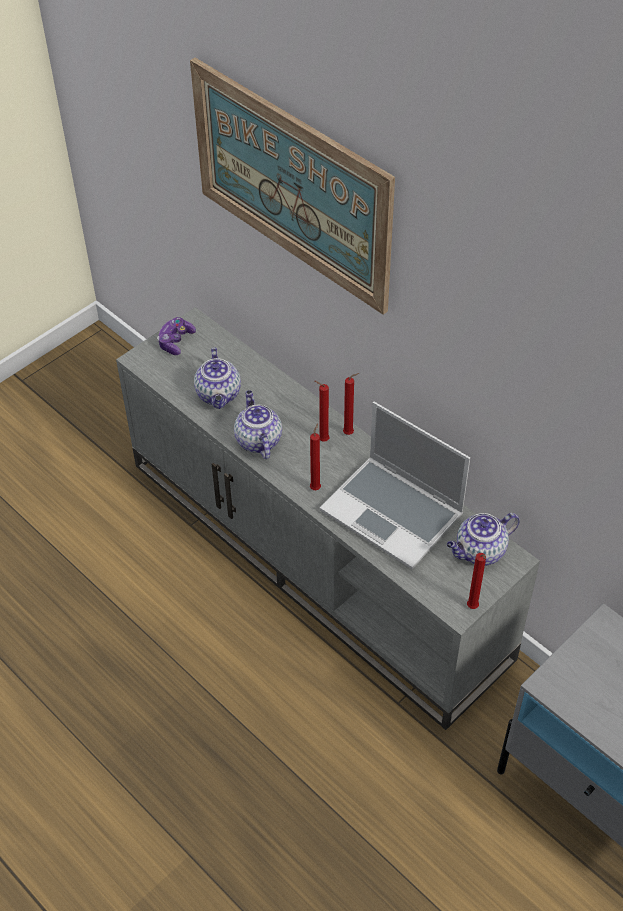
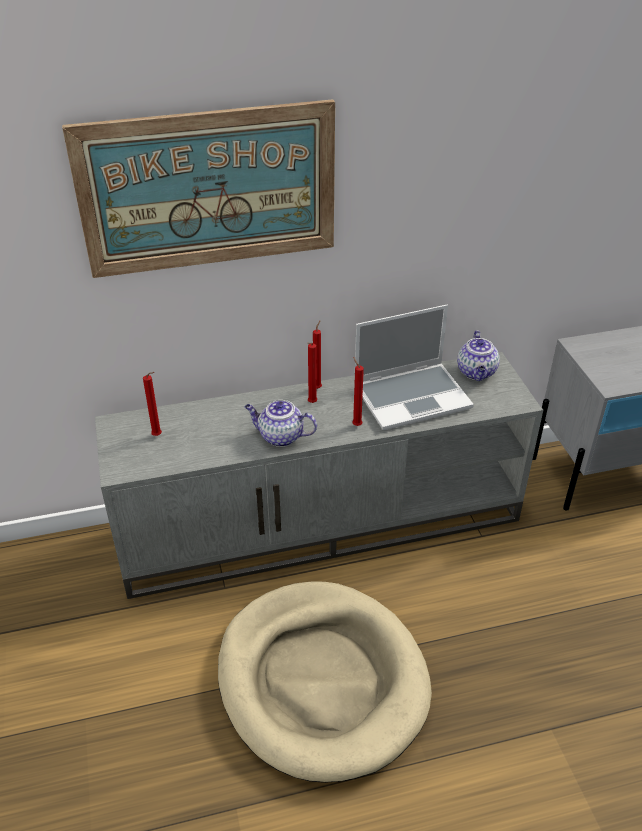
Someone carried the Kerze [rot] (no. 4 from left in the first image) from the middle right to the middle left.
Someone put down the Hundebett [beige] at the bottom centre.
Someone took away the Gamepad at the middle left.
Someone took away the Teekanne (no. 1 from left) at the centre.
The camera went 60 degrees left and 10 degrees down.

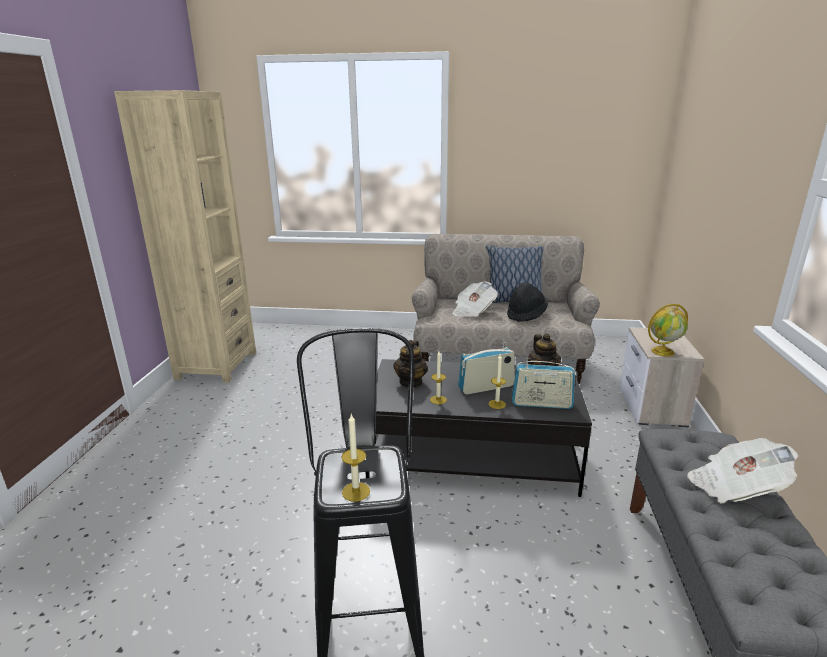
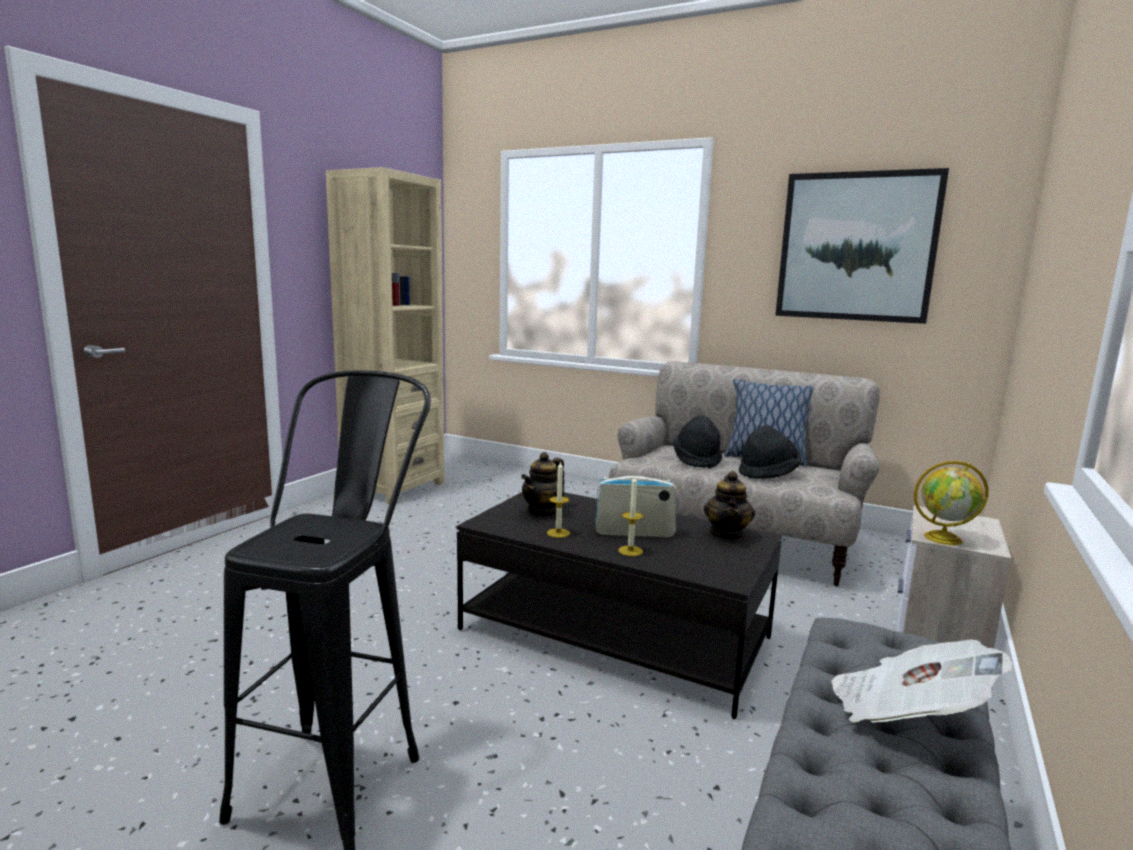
Someone swapped the Zeitung (no. 1 from left) at the centre for the Hut [schwarz] (no. 1 from left) at the centre.
Someone put up the Bild at the top right.
Someone took away the Kerze (no. 1 from left) at the bottom centre.
Someone took away the Radio (no. 2 from left) at the centre.
The camera went 20 degrees right and 10 degrees down.

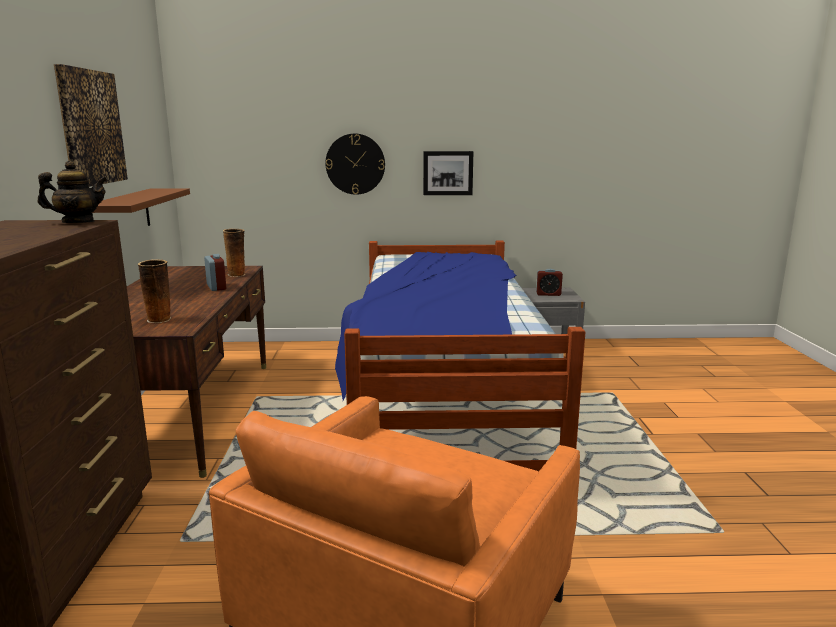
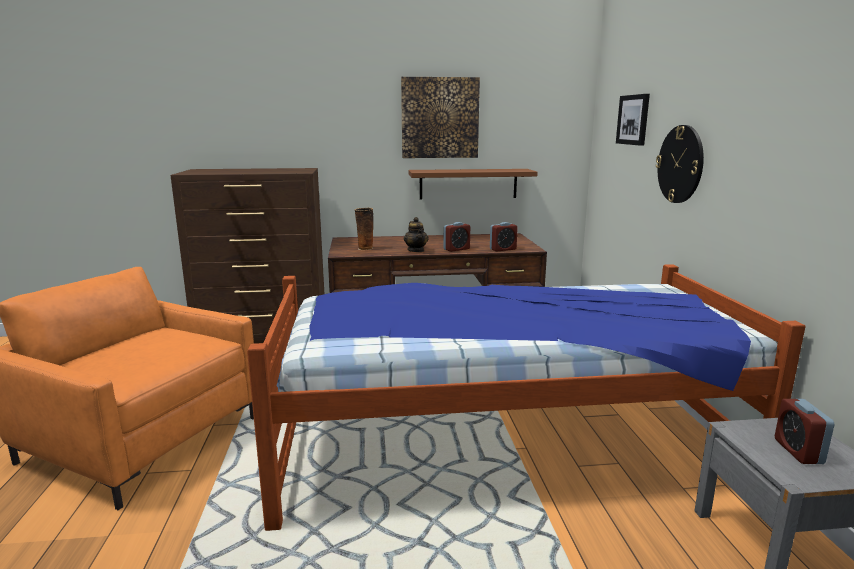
Someone carried the Teekanne from the top left to the centre.
Someone swapped the Vase (no. 2 from left) at the middle left for the Wecker (no. 2 from left) at the centre.
Someone carried the Bild (no. 2 from left) from the top centre to the top right.
The camera went 85 degrees right and 0 degrees up.

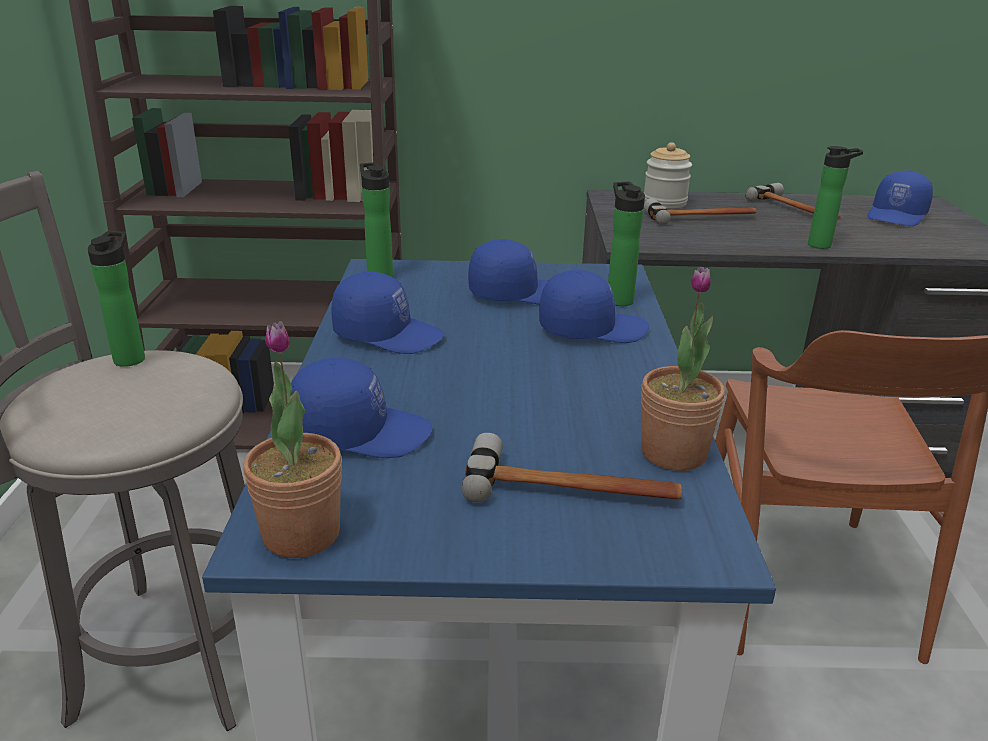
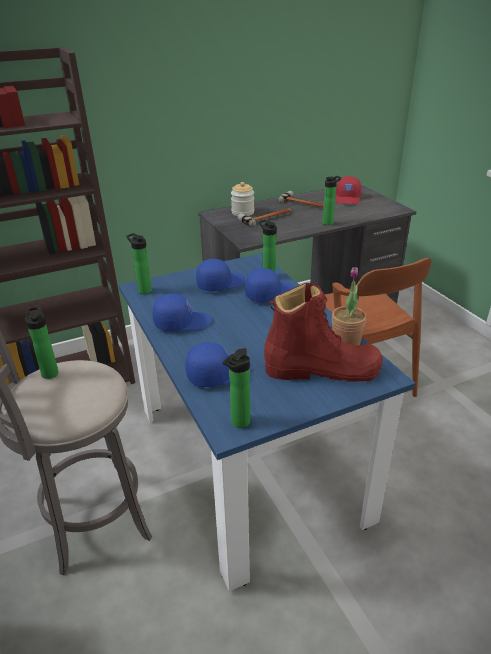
Someone swapped the Topfpflanze (no. 1 from left) at the middle left for the Flasche (no. 3 from left) at the centre.
Someone swapped the Hammer (no. 1 from left) at the centre for the Stiefel [rot] at the centre.
Someone repainted the Kappe [blau] (no. 5 from left) at the top right, which became the Kappe [rot] at the top right.
The camera went 25 degrees left and 5 degrees up.

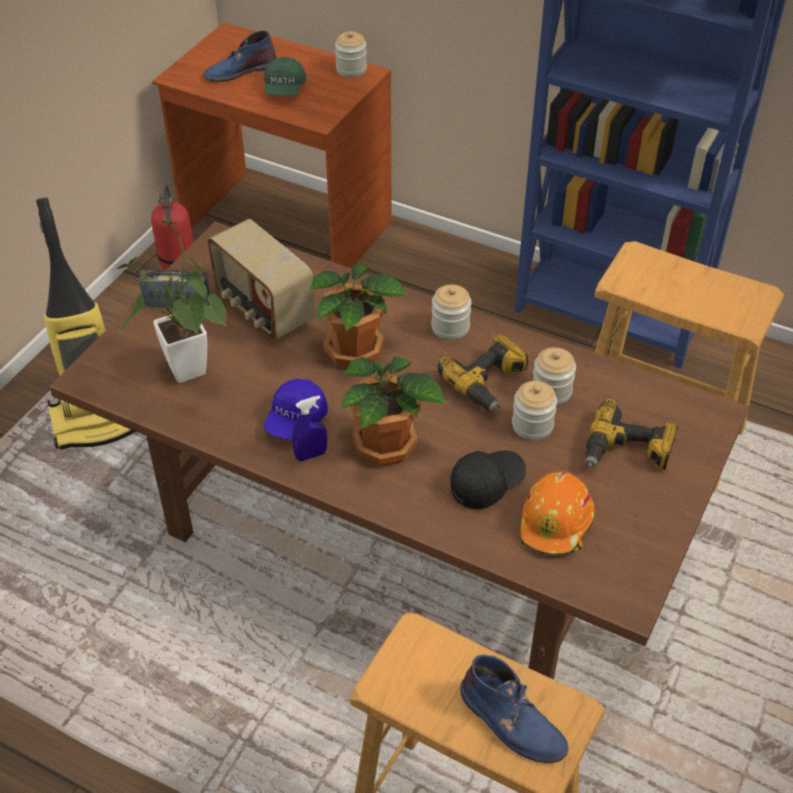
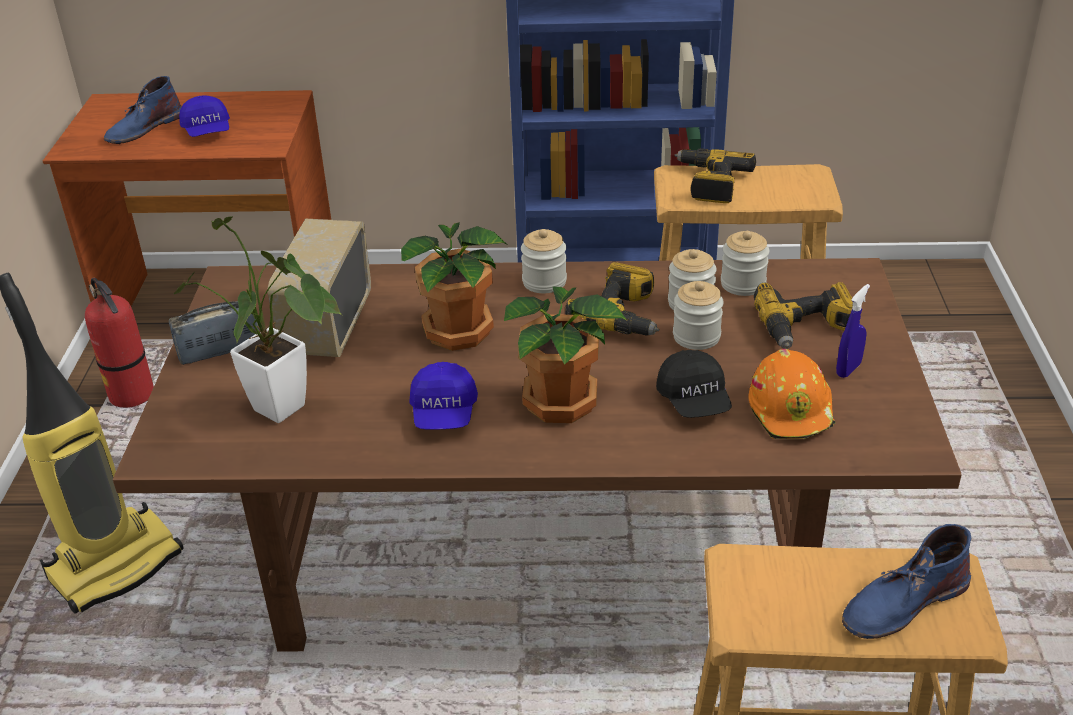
Someone repainted the Kappe [grün] at the top centre, which became the Kappe [blau] (no. 1 from left) at the top left.
Someone rotated the Radio (no. 2 from left) at the middle left by 75 degrees clockwise.
Someone rotated the Kappe [schwarz] at the centre by 135 degrees clockwise.
Someone put down the Bohrmaschine (no. 2 from left) at the top centre.
Someone carried the Vorratsglas (no. 1 from left in the first image) from the top centre to the middle right.
Someone carried the Sprühflasche [blau] from the centre to the middle right.
Someone rotated the Stiefel [blau] (no. 2 from left) at the bottom centre by 135 degrees clockwise.
The camera went 25 degrees left and 10 degrees down.

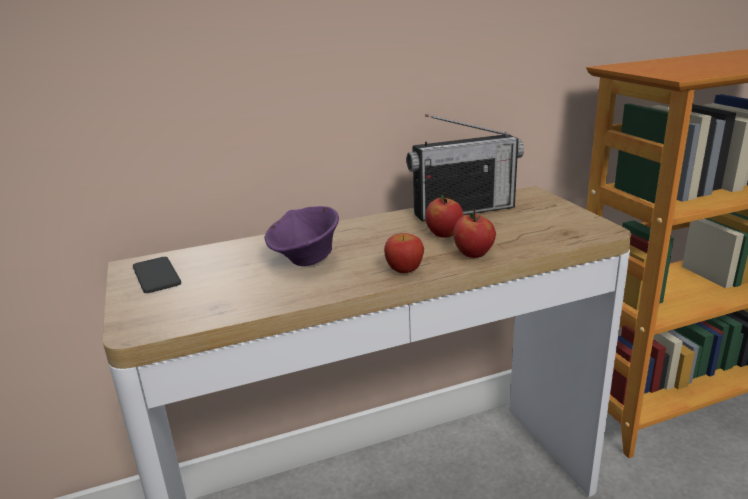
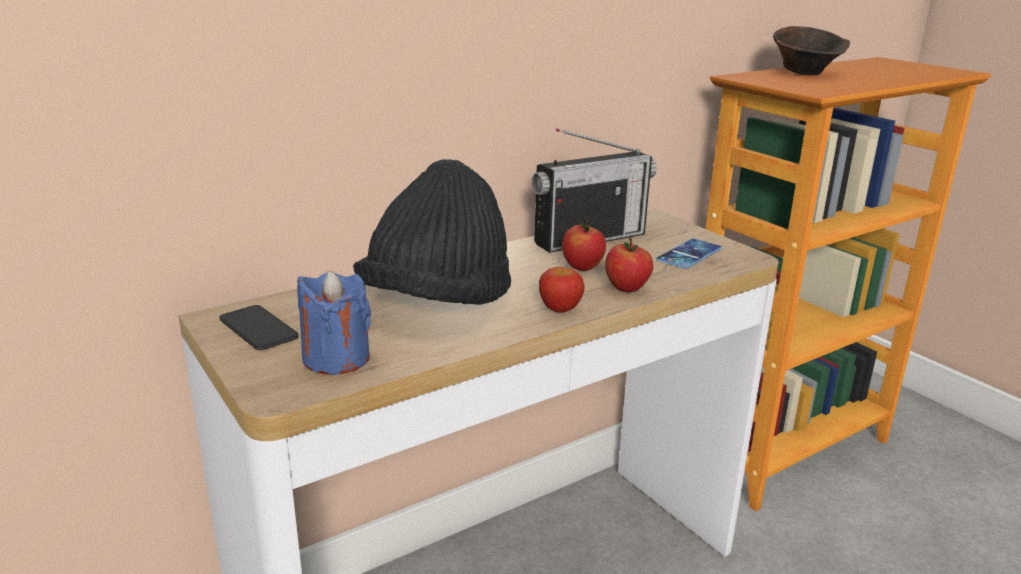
Someone put down the Kerze [blau] at the middle left.
Someone swapped the Schüssel [lila] at the centre for the Hut [schwarz] at the centre.
Someone put down the Handy (no. 2 from left) at the middle right.
Someone put down the Schüssel [braun] at the top right.
The camera went 15 degrees left and 0 degrees up.

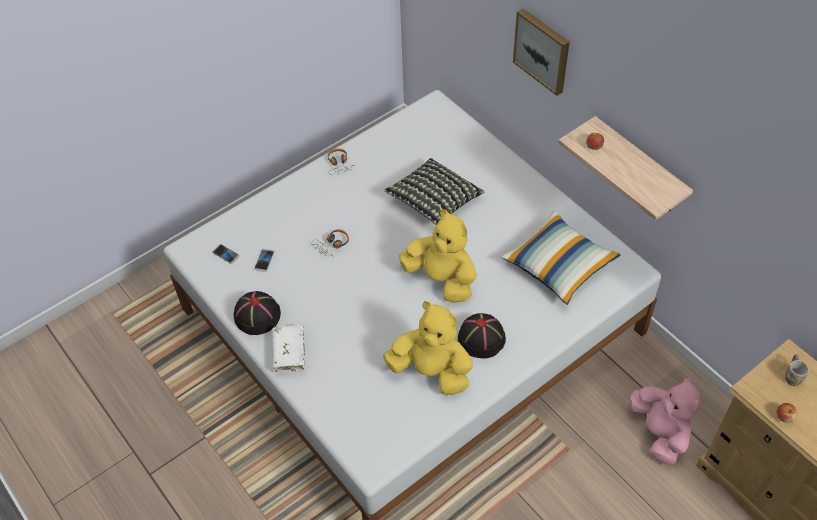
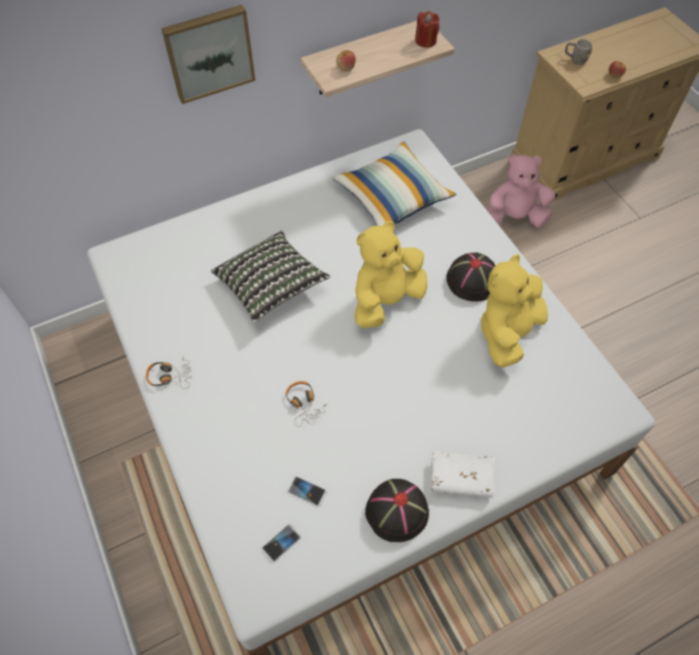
Someone put down the Kerze [rot] at the top centre.
The camera went 80 degrees left and 5 degrees up.

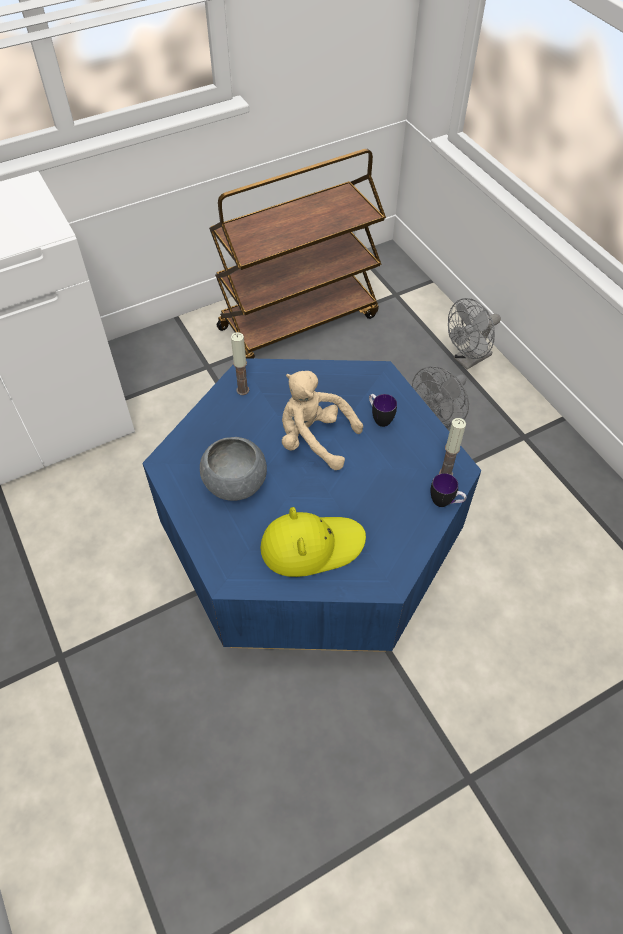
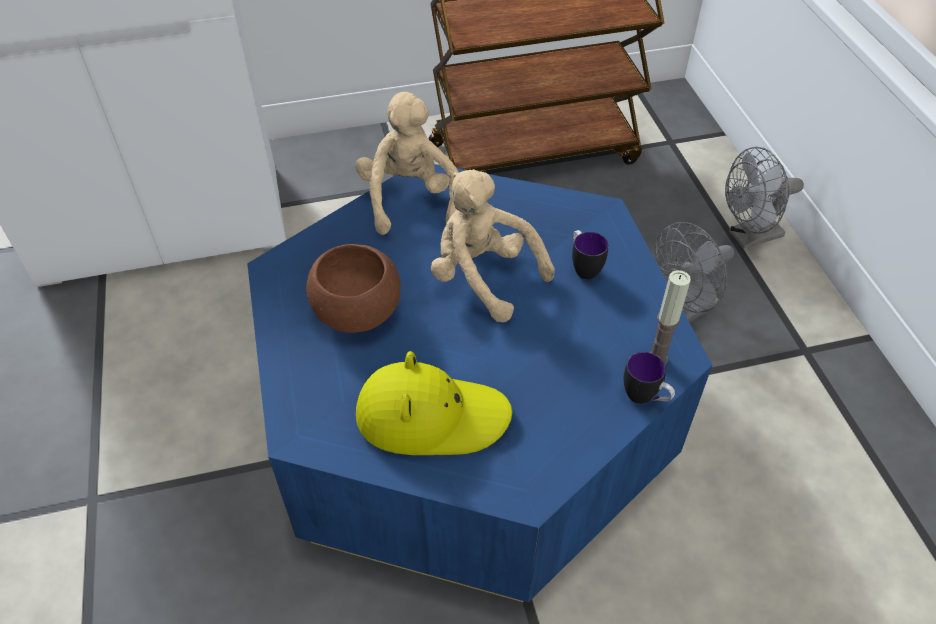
Someone repainted the Schüssel [grau] at the centre, which became the Schüssel [braun] at the centre.
Someone swapped the Kerze (no. 1 from left) at the centre for the Plüschtier [beige] (no. 1 from left) at the top centre.
The camera went 15 degrees right and 5 degrees down.

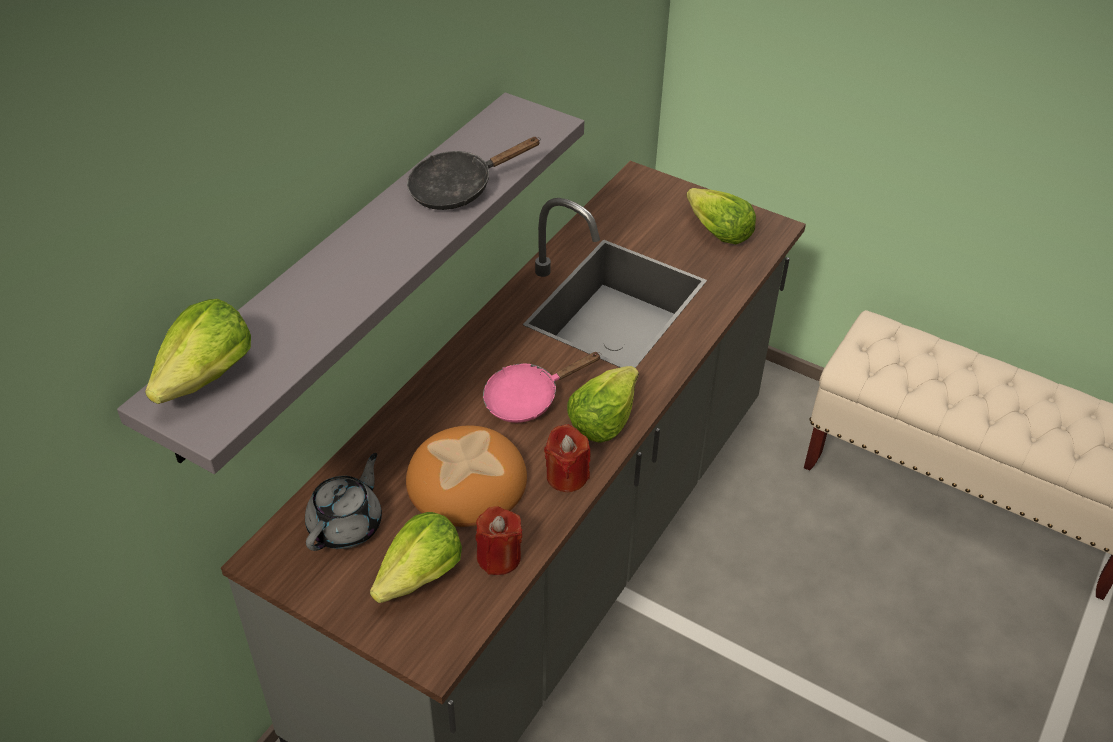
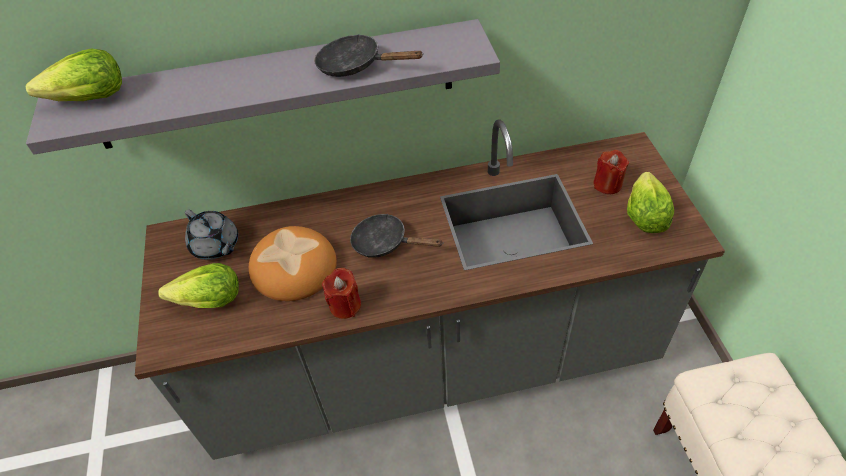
Someone rotated the Teekanne [grau] at the bottom left by 60 degrees clockwise.
Someone repainted the Pfanne [rosa] at the centre, which became the Pfanne [schwarz] (no. 2 from left) at the centre.
Someone carried the Kerze [rot] (no. 1 from left in the first image) from the bottom centre to the middle right.
Someone took away the Salatkopf (no. 3 from left) at the centre.
The camera went 50 degrees right and 5 degrees up.

